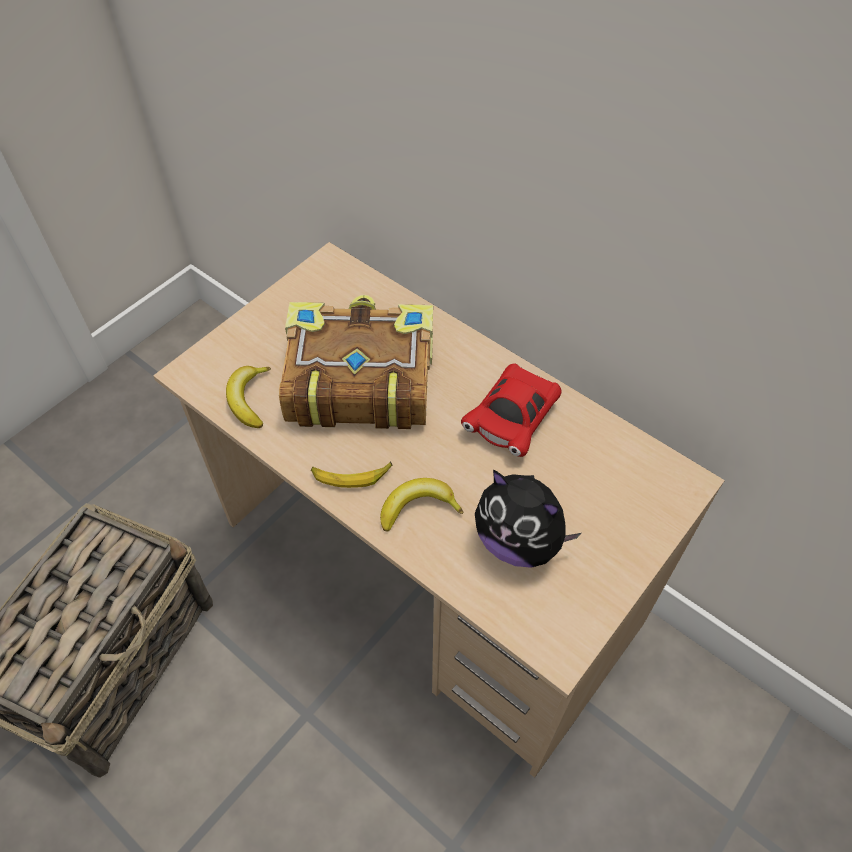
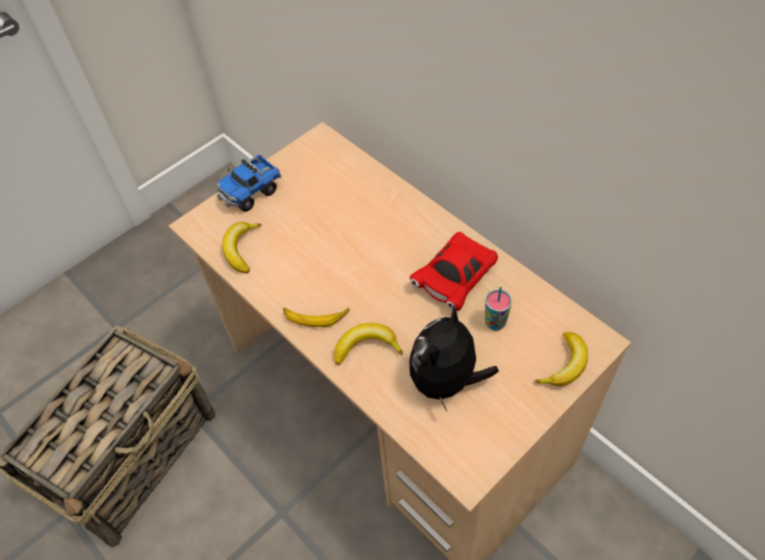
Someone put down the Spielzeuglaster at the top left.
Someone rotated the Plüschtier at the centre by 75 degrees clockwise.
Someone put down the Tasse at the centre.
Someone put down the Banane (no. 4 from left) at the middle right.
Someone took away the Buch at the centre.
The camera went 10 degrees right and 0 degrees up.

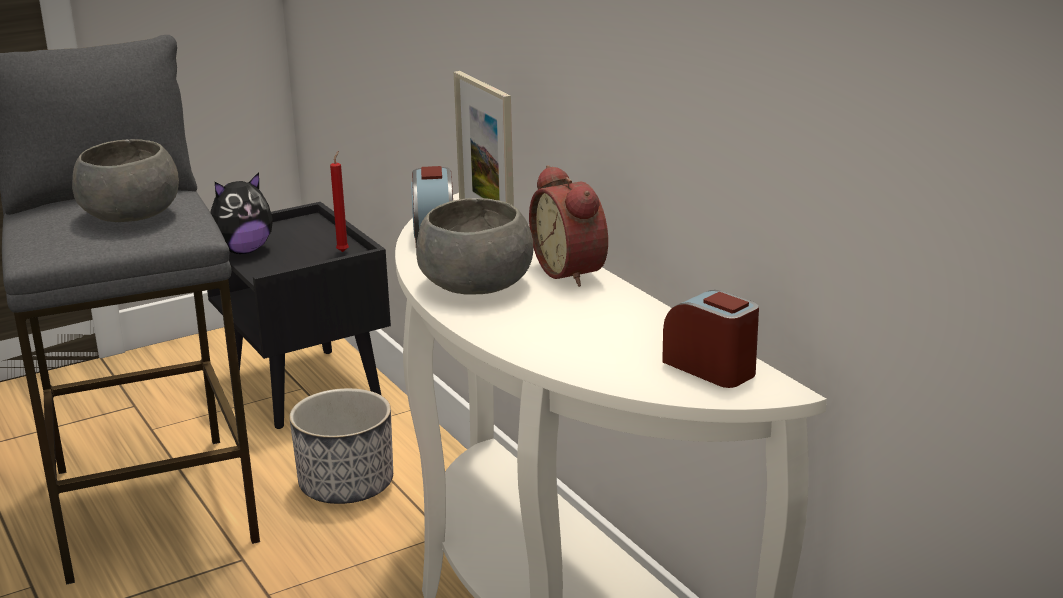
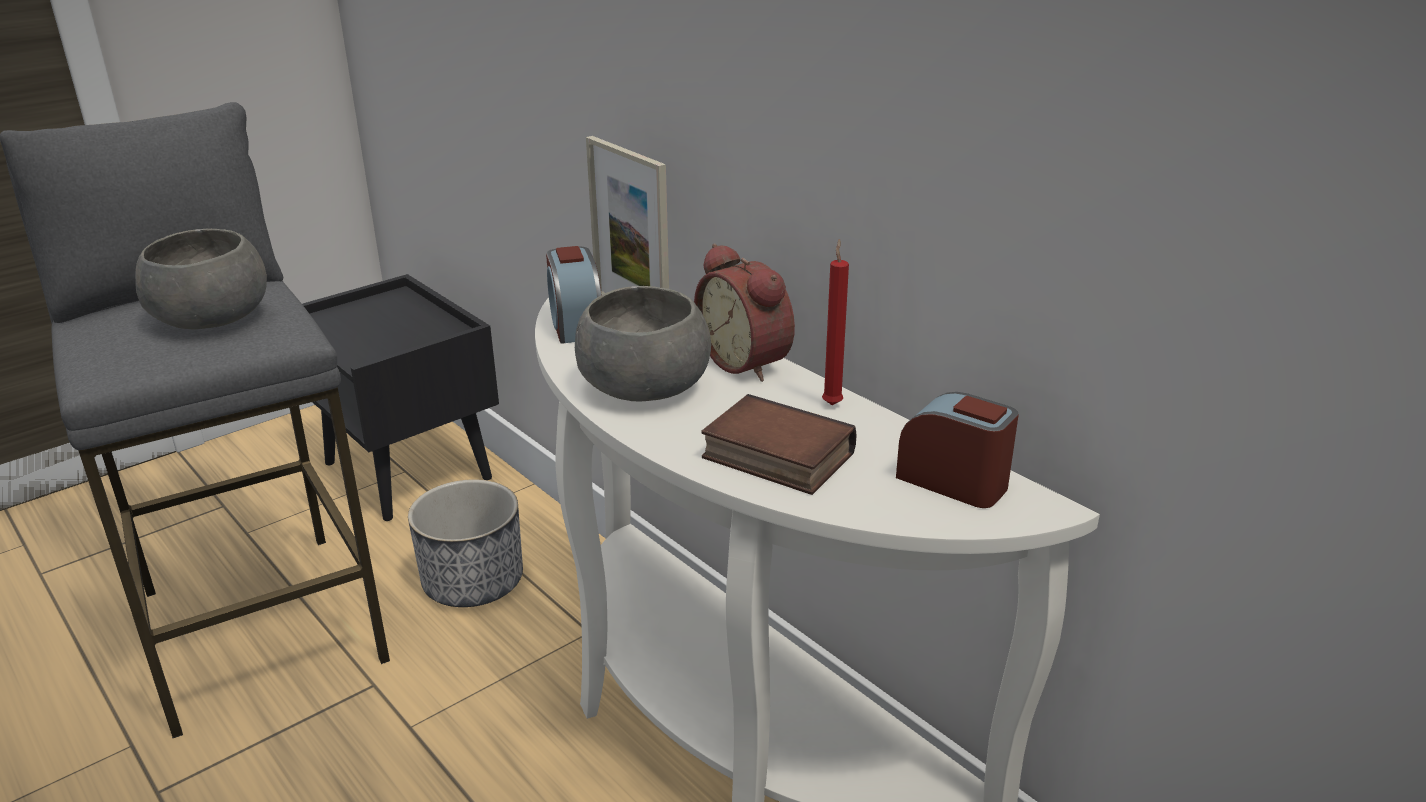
Someone put down the Buch at the centre.
Someone carried the Kerze [rot] from the middle left to the centre.
Someone took away the Plüschtier at the middle left.
The camera went 10 degrees left and 5 degrees up.

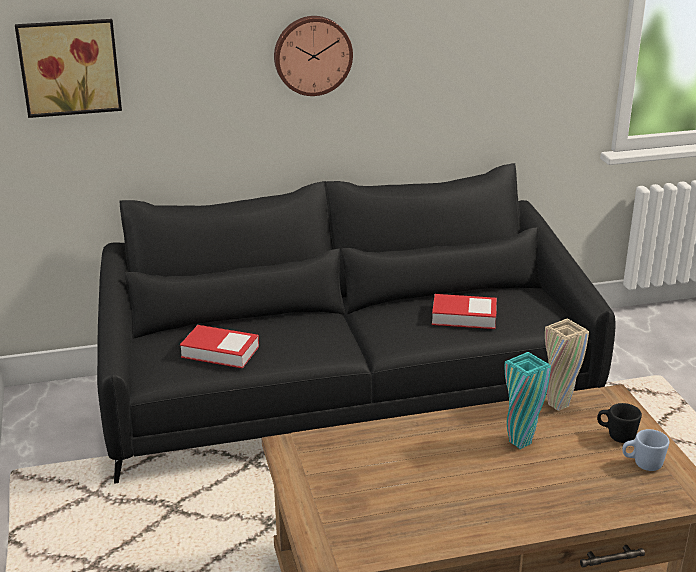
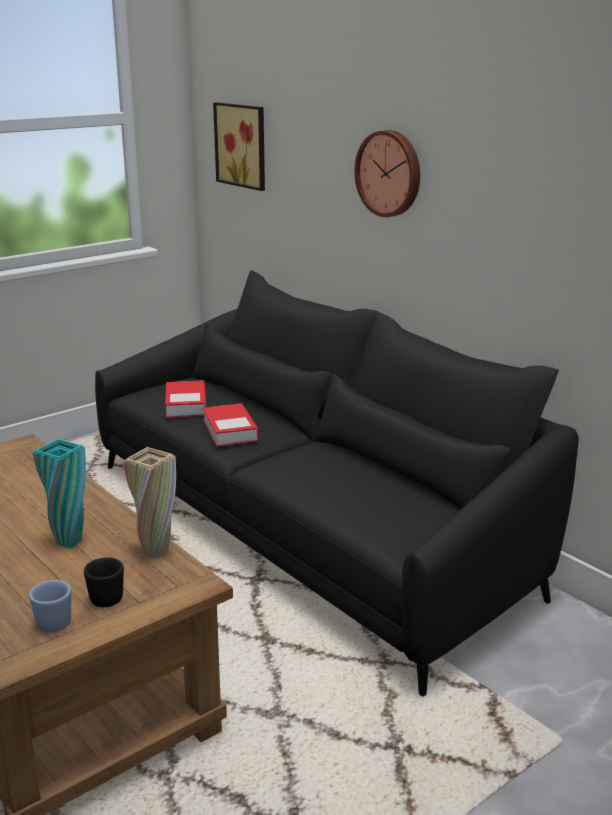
Someone carried the Buch (no. 2 from left) from the middle right to the centre.
The camera went 65 degrees right and 5 degrees down.

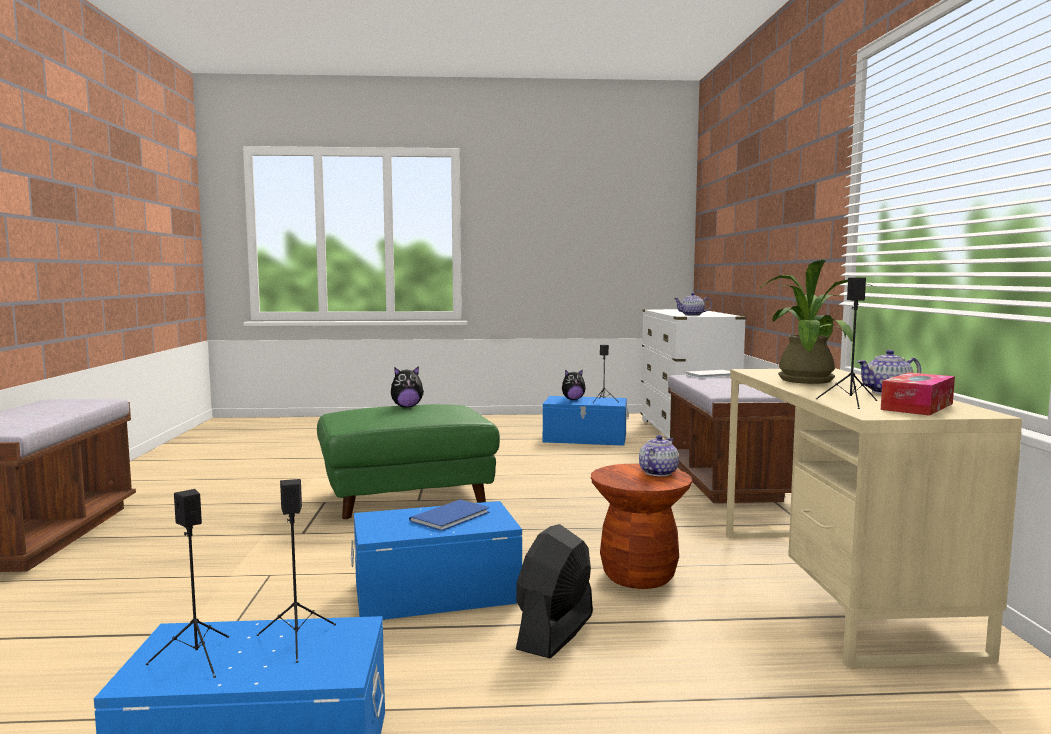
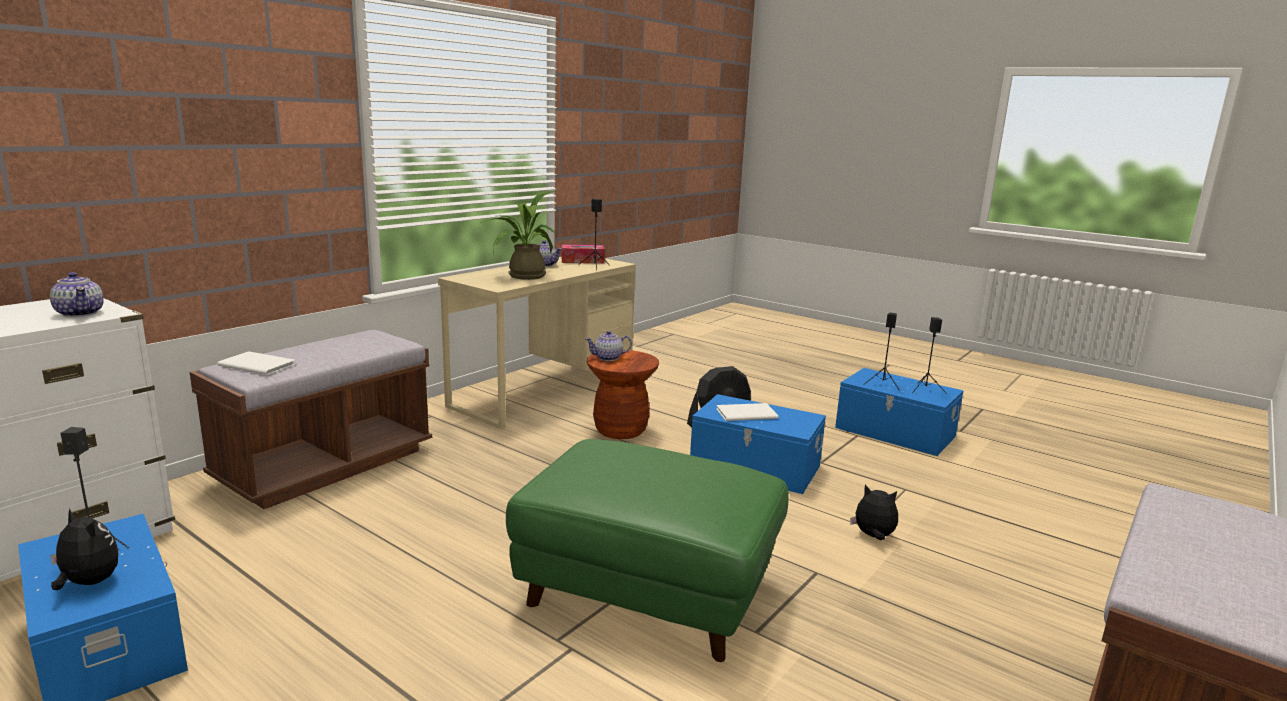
Someone repainted the Buch [blau] at the bottom centre, which became the Buch [weiß] (no. 2 from left) at the centre.
Someone carried the Plüschtier (no. 1 from left in the first image) from the centre to the bottom right.
The camera went 140 degrees left and 10 degrees up.

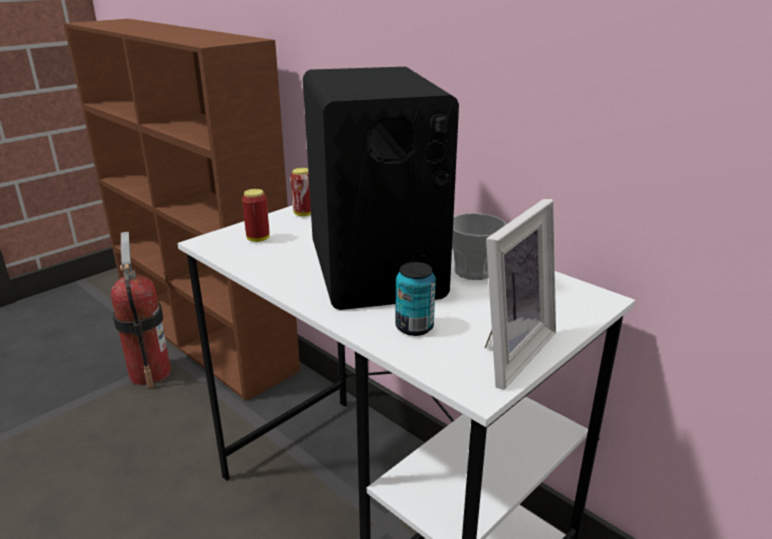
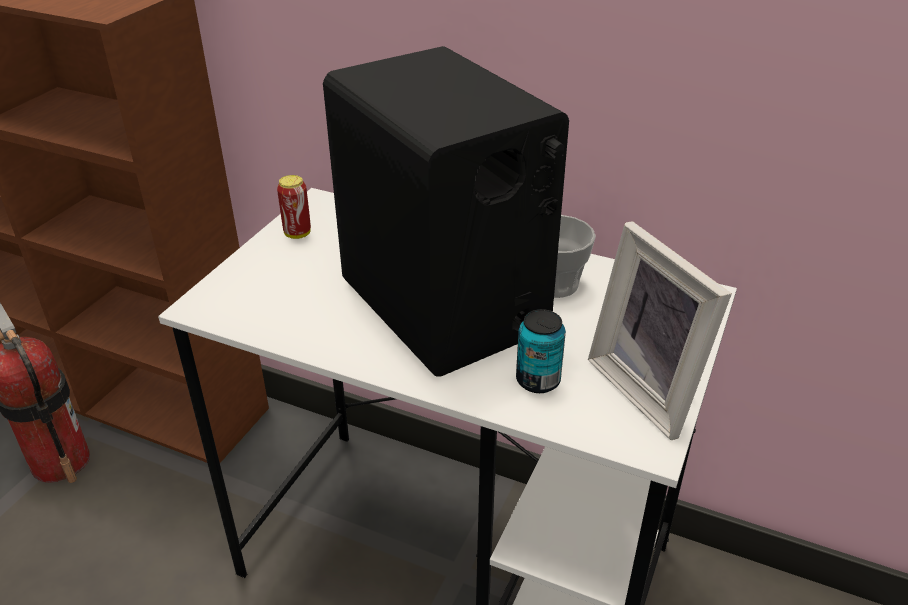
Someone rotated the Bilderrahmen at the middle right by 135 degrees clockwise.
Someone took away the Dose (no. 1 from left) at the middle left.
The camera went 20 degrees left and 10 degrees up.

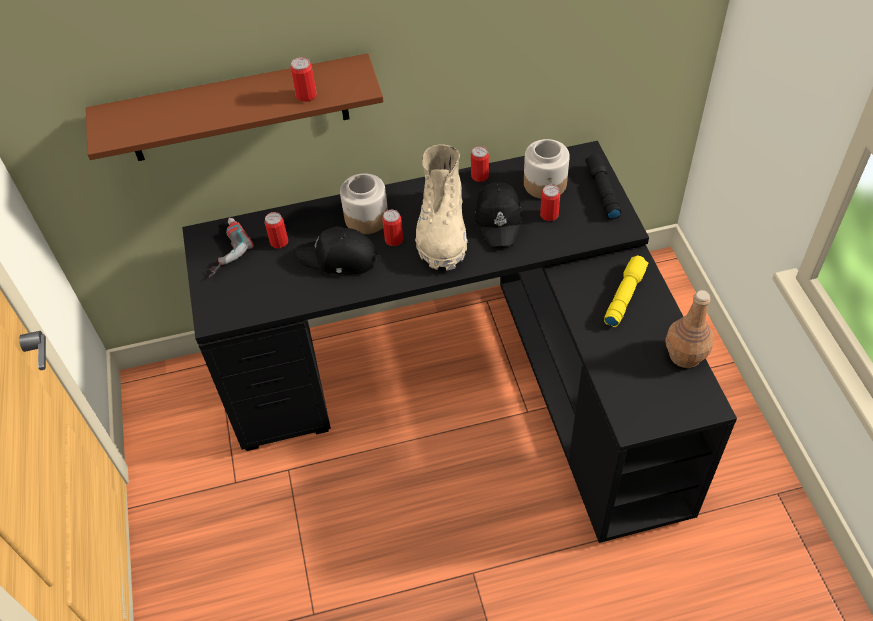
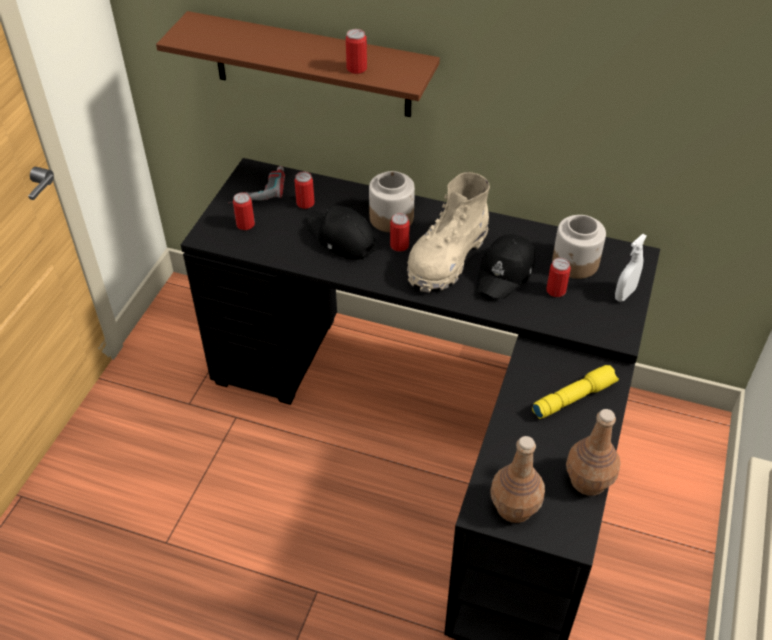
Someone carried the Dose (no. 4 from left in the first image) from the top centre to the top left.
Someone put down the Flasche [braun] (no. 1 from left) at the bottom right.
Someone swapped the Taschenlampe [schwarz] at the top right for the Sprühflasche [weiß] at the middle right.
The camera went 30 degrees right and 5 degrees down.

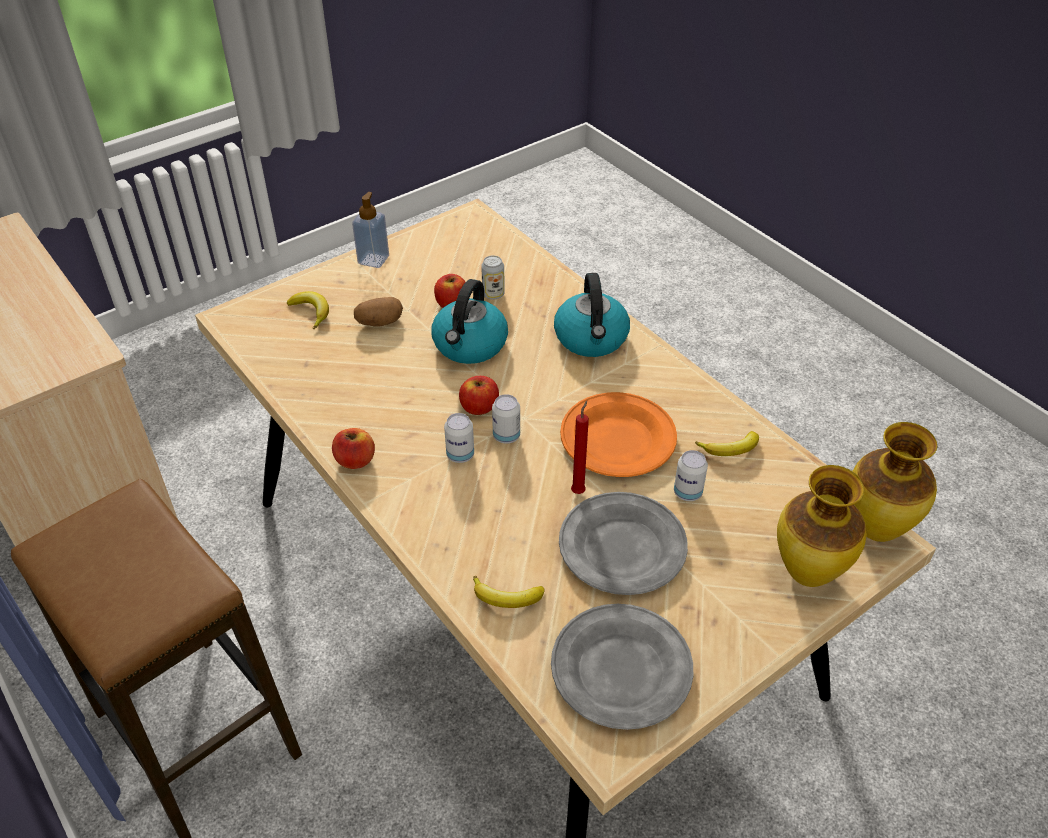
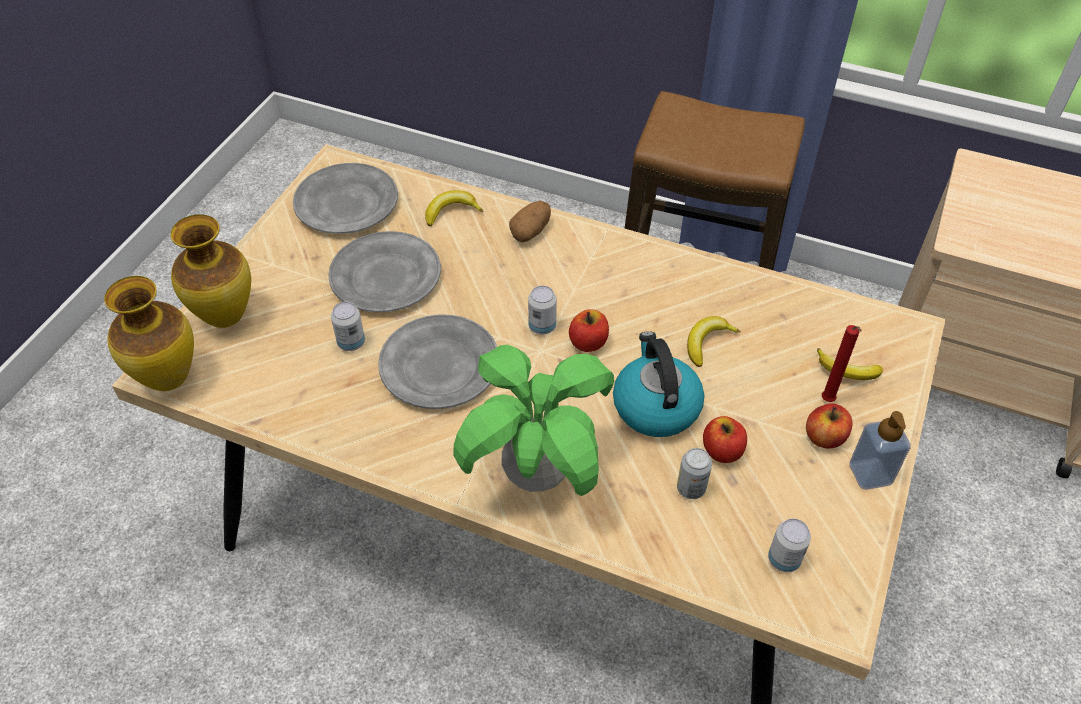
Someone repainted the Teller [orange] at the centre, which became the Teller [grau] (no. 3 from left) at the centre.
Someone swapped the Wasserkessel (no. 2 from left) at the centre for the Topfpflanze at the centre.
Someone carried the Kartoffel from the centre to the top centre.
Someone carried the Banane (no. 3 from left in the first image) from the middle right to the centre.
Someone carried the Dose (no. 1 from left in the first image) from the centre to the bottom right.
Someone carried the Apfel (no. 1 from left in the first image) from the centre to the middle right.
Someone carried the Kerze [rot] from the centre to the middle right.
The camera went 150 degrees right and 5 degrees up.

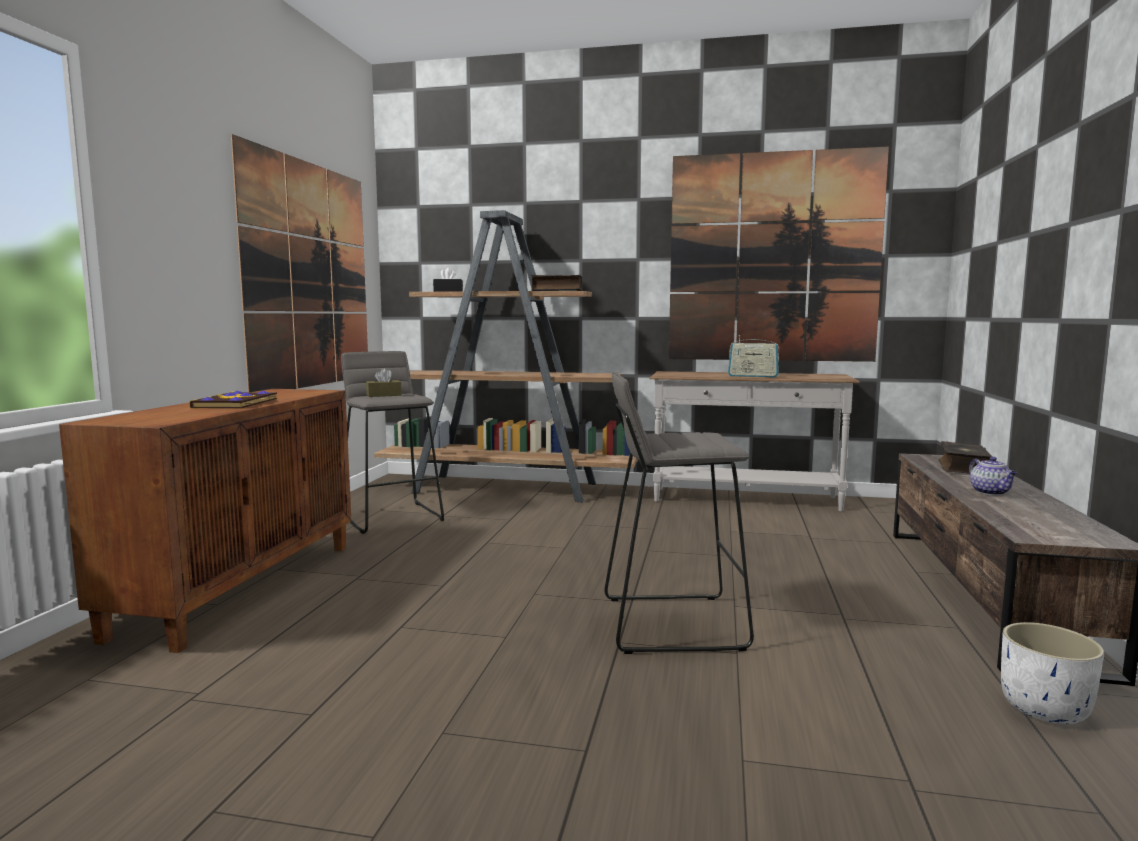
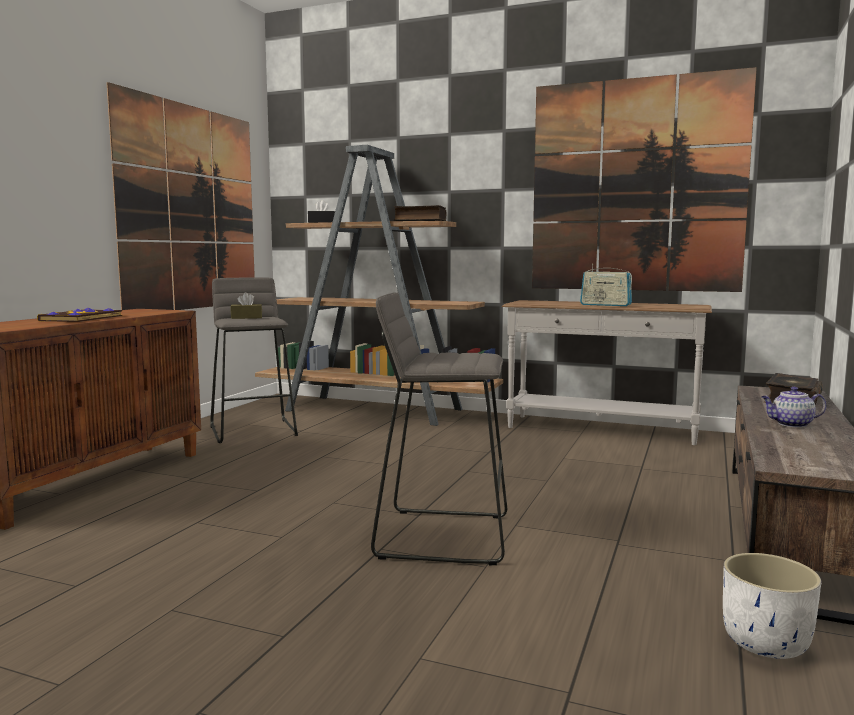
Someone rotated the Teekanne at the middle right by 90 degrees clockwise.
The camera went 10 degrees right and 0 degrees up.

